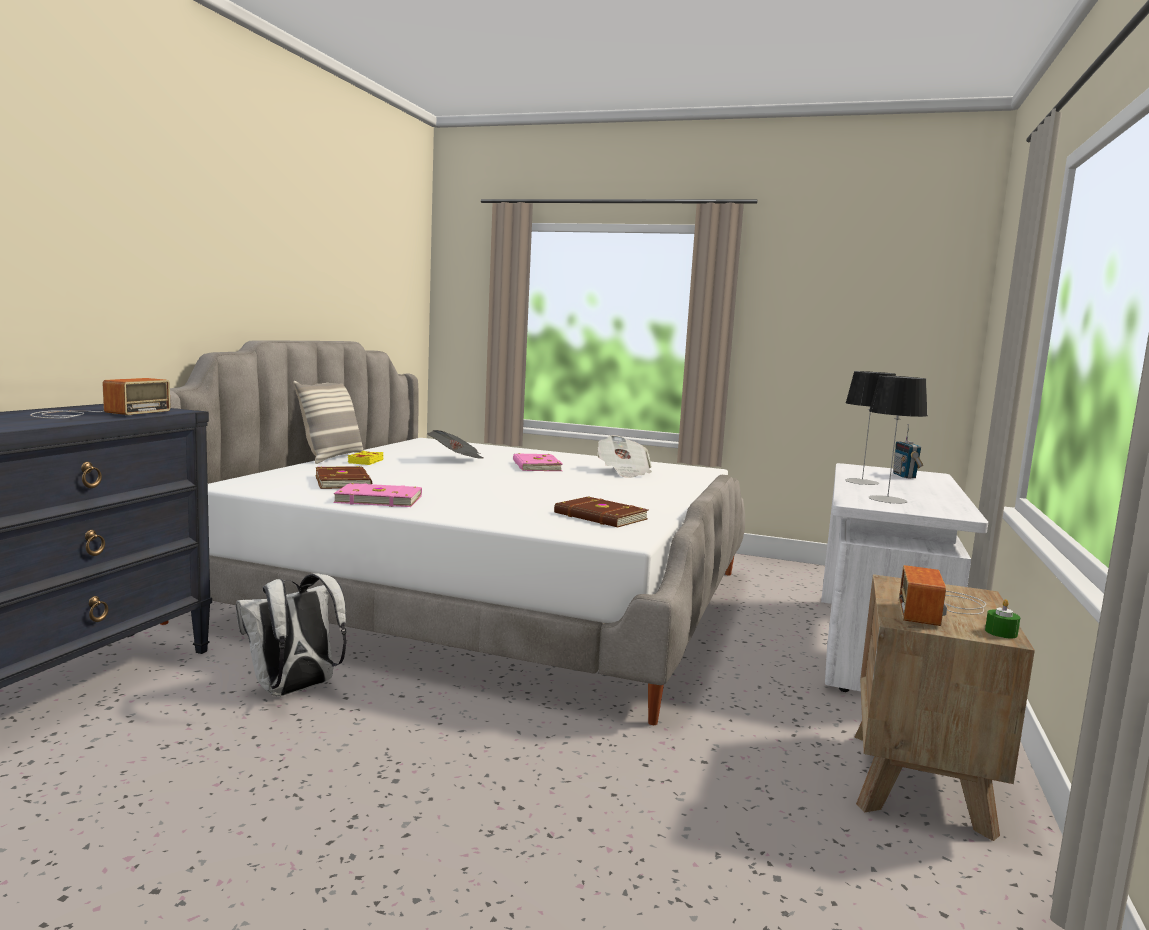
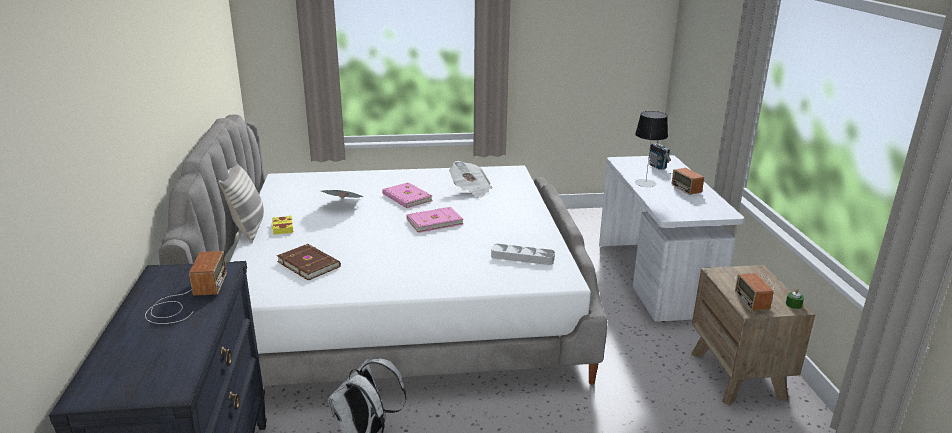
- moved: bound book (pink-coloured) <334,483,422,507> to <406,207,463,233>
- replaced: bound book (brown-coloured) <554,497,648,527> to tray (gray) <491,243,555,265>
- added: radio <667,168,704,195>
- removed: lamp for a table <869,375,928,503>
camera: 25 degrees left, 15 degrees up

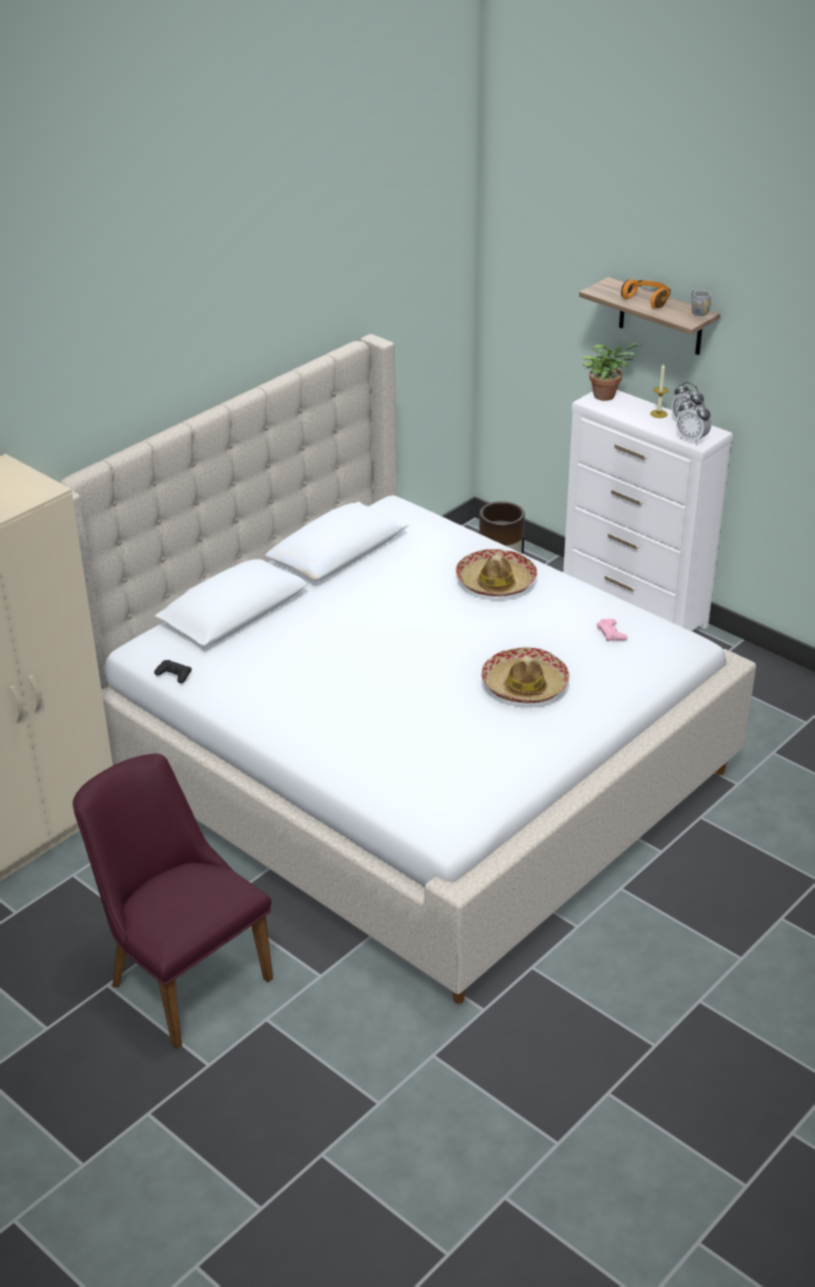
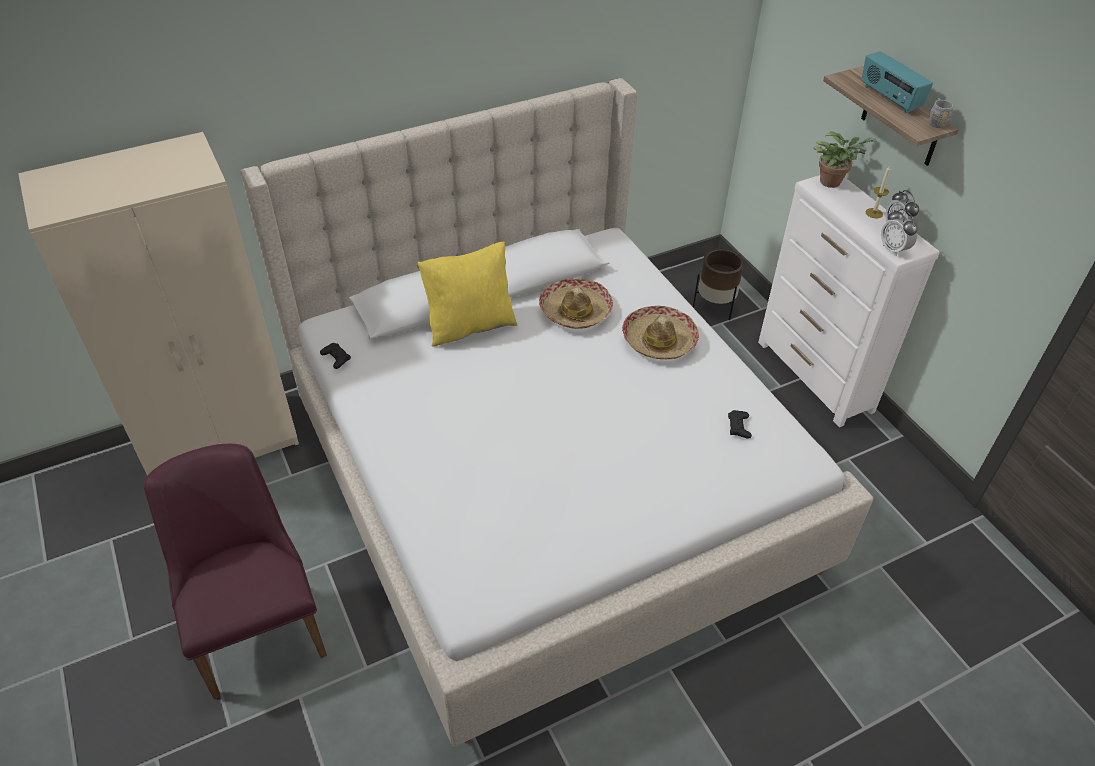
- added: pillow (yellow) <418,242,517,347>
- moved: clothing hat <481,647,569,703> to <539,278,613,329>
- recoloured: gamepad (pink-coloured) <597,619,628,642> to gamepad (black) <728,410,752,439>
- replaced: headphones (orange-coloured) <621,279,671,308> to radio <861,51,933,113>
camera: 20 degrees right, 10 degrees up

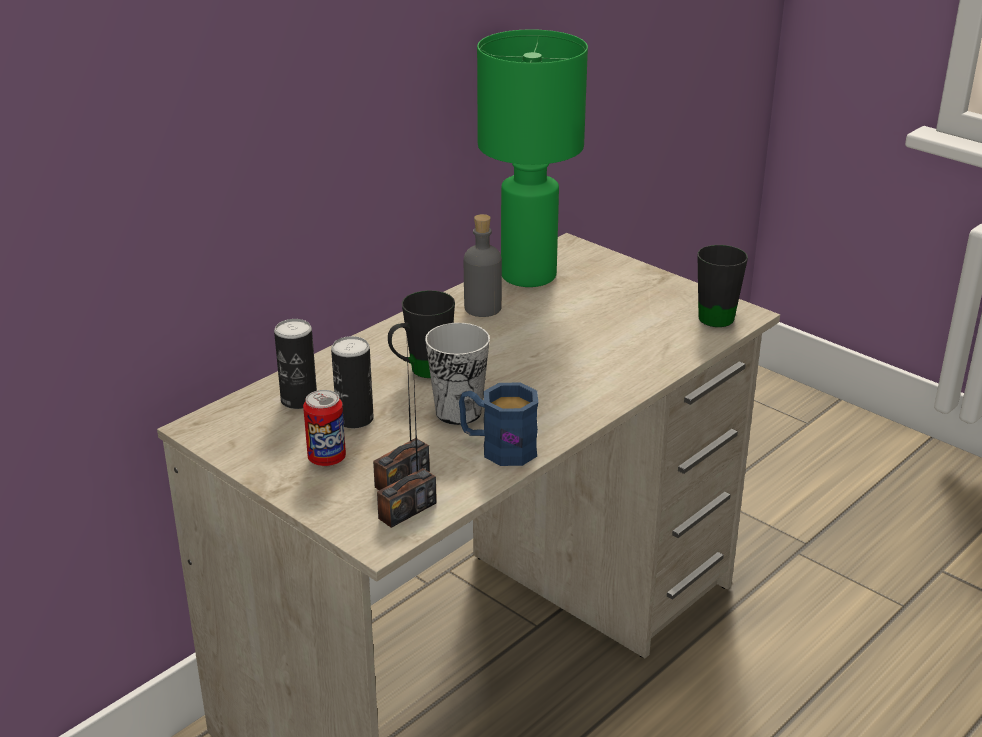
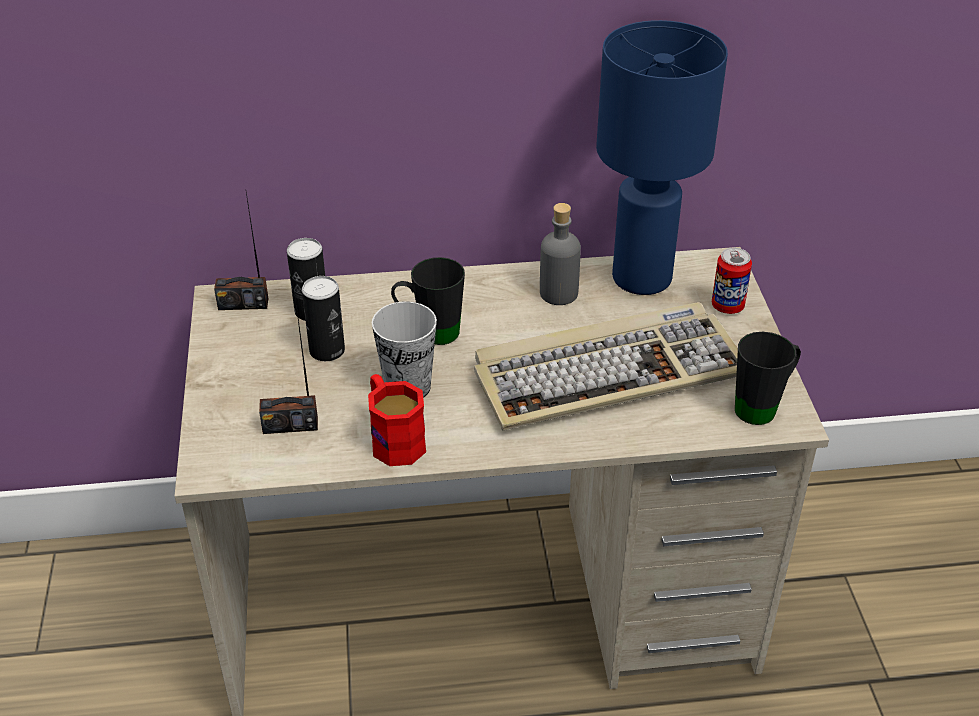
- moved: radio <377,363,437,528> to <214,192,269,310>
- recoloured: tea mug (blue-coloured) <459,383,538,466> to tea mug (red-coloured) <368,374,426,466>
- added: computer keyboard <474,302,738,431>
- recoloured: lamp for a table (greenish) <477,29,588,287> to lamp for a table (blue-coloured) <596,20,728,295>
- moved: sealed can <303,390,346,466> to <712,248,752,314>
camera: 40 degrees right, 10 degrees up

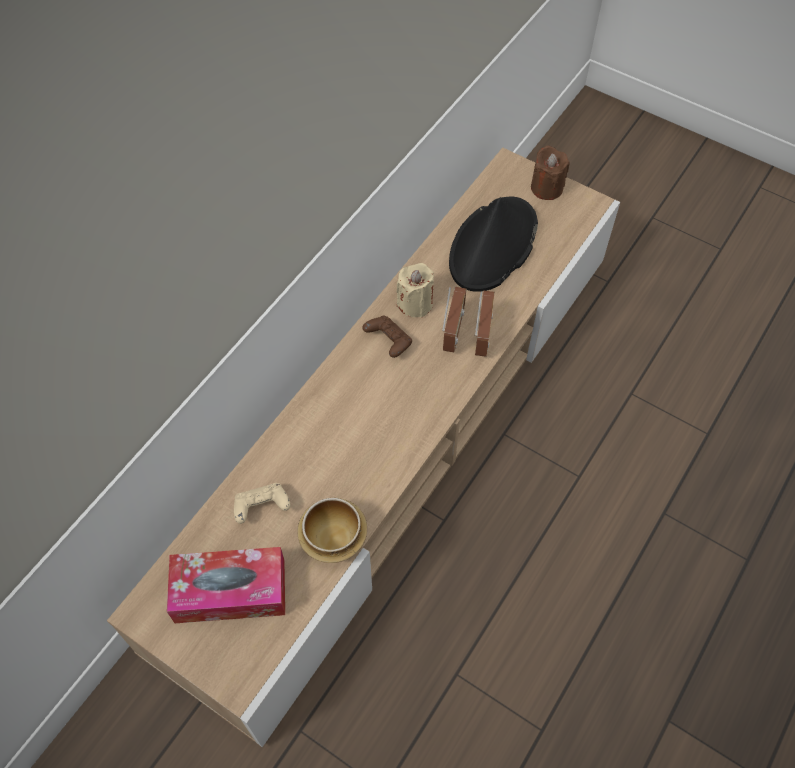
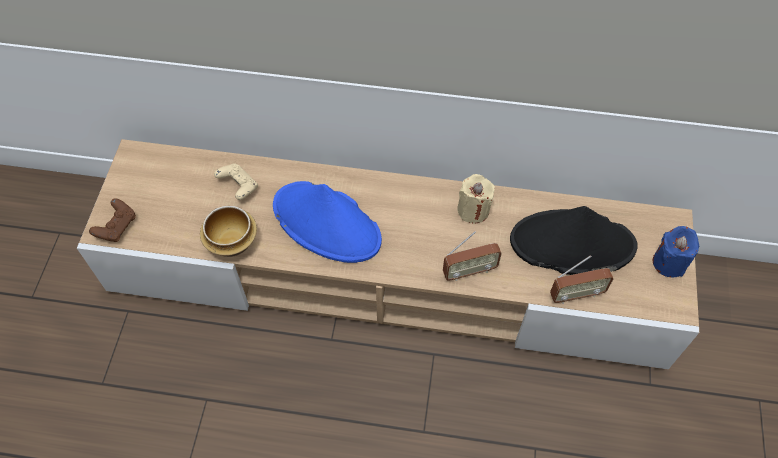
- moved: gamepad (brown-coloured) <362,316,412,358> to <89,198,136,242>
- added: clothing hat (blue-coloured) <273,181,382,263>
- moved: radio <442,287,467,352> to <550,255,613,304>
- recoloured: wax light (brown-coloured) <531,145,569,200> to wax light (blue-coloured) <653,226,699,278>
- removed: tissue holder <167,547,285,623>
camera: 65 degrees right, 0 degrees up

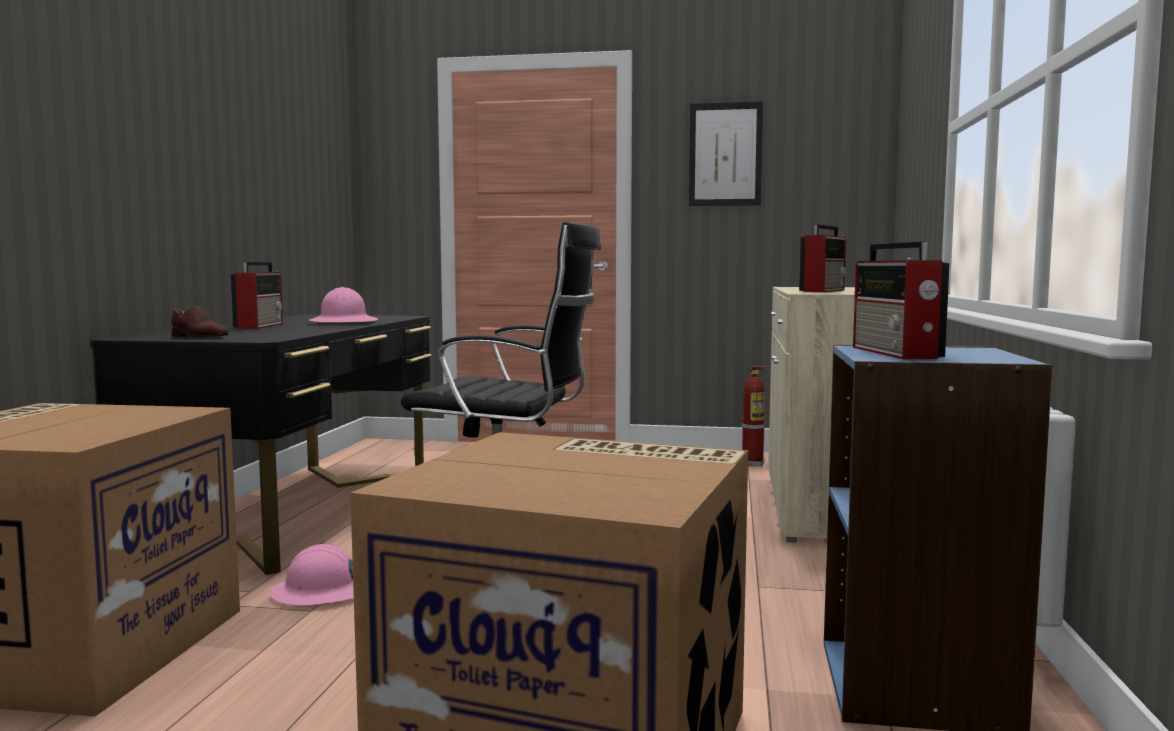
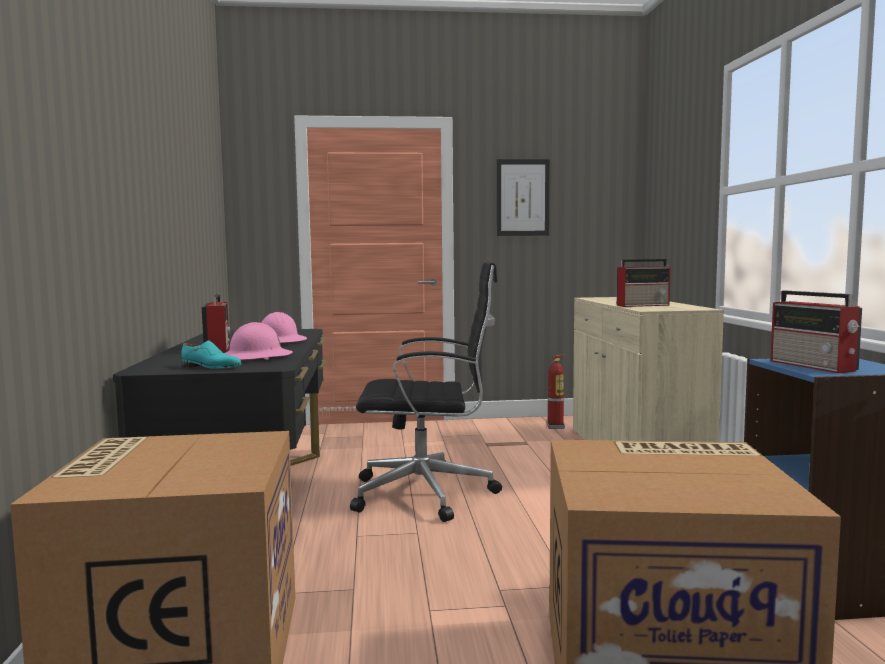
- recoloured: shoe (brown-coloured) <171,306,228,338> to shoe (turquoise-coloured) <181,341,242,369>
- moved: work helmet (pink-coloured) <270,544,354,606> to <224,322,293,360>
- turned: radio <799,224,846,292> = <617,259,671,307> 60 degrees clockwise
camera: 15 degrees left, 0 degrees up

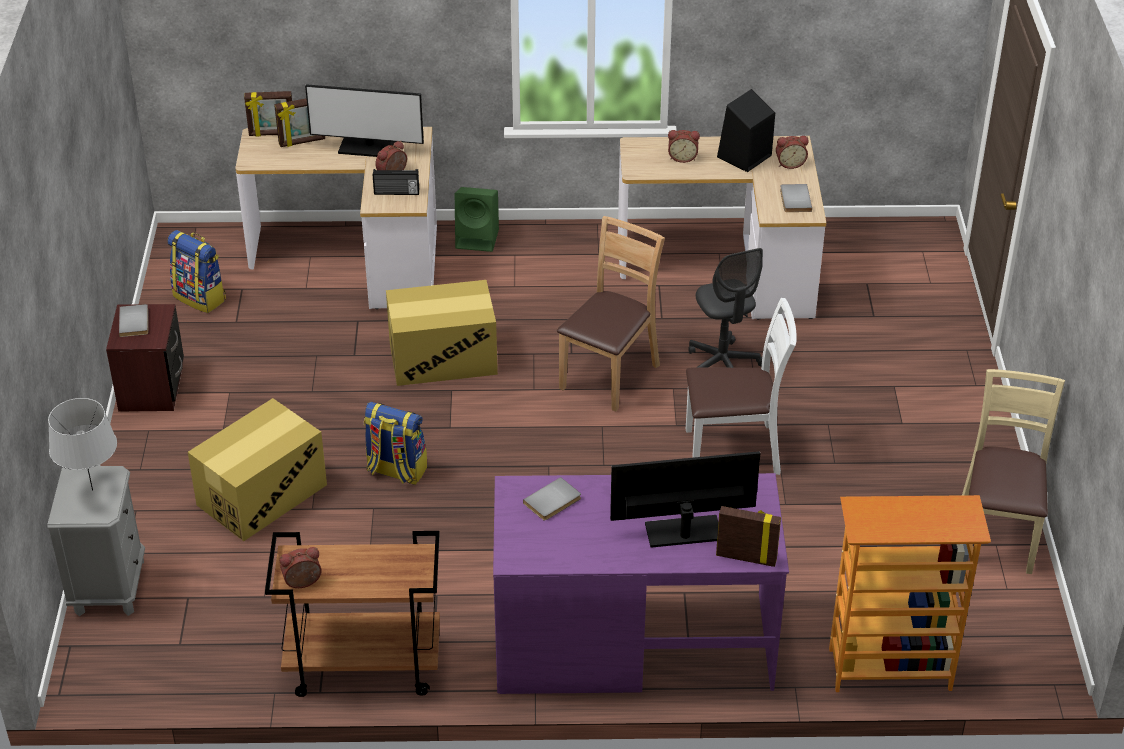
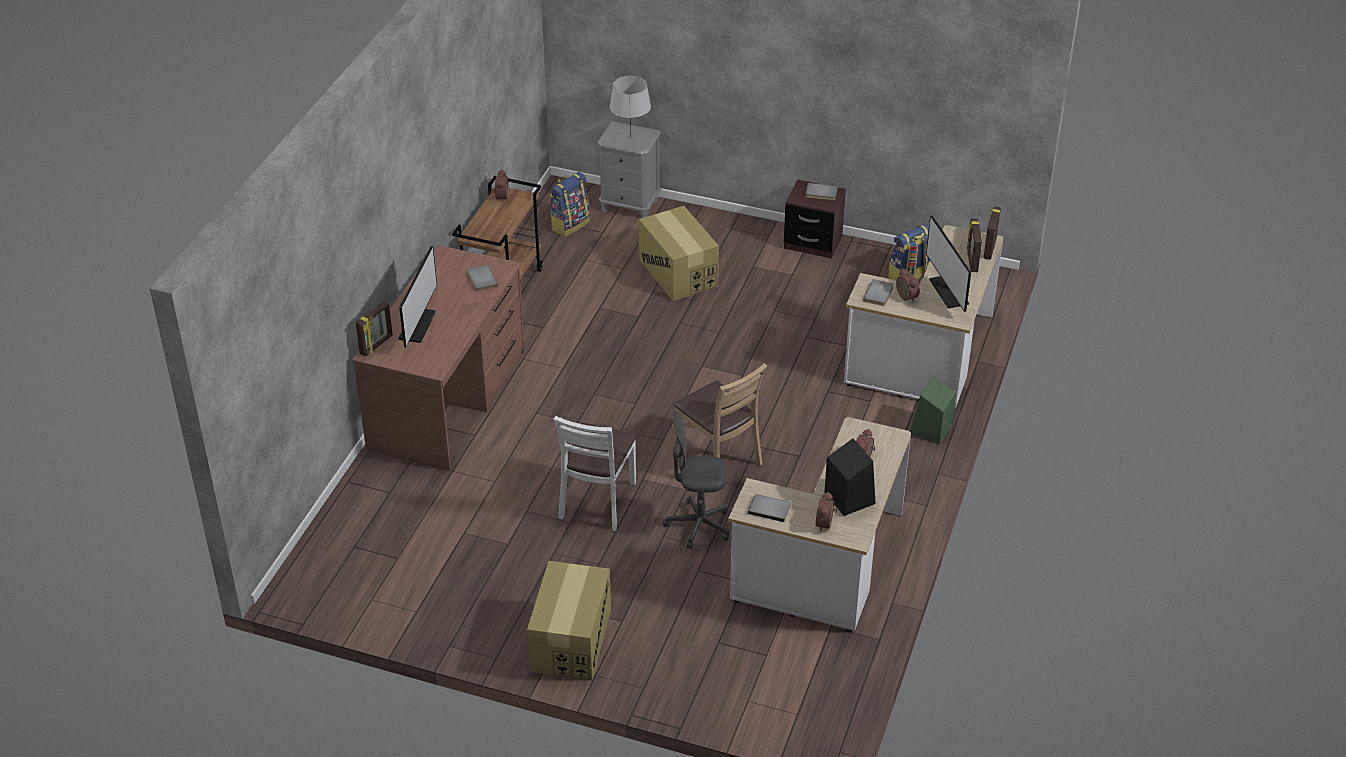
- recoloured: desk (purple) <493,473,789,694> to desk (brown-coloured) <353,245,525,471>
- moved: cardboard box <386,280,498,386> to <527,561,611,681>
- moved: knapsack <364,402,427,485> to <550,172,590,237>
- replaced: radio <373,169,419,195> to bound book (gray) <863,279,893,306>
- turned: computer display <305,84,424,157> = <926,215,971,312> 45 degrees counterclockwise
- removed: bookcase <829,495,991,692>
- removed: chair (beige-coloured) <962,369,1065,574>
camera: 110 degrees right, 0 degrees up

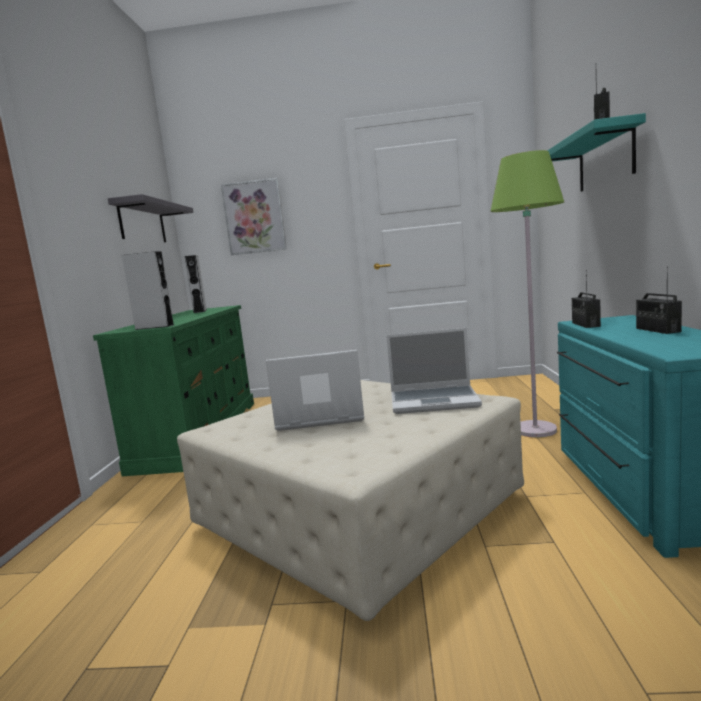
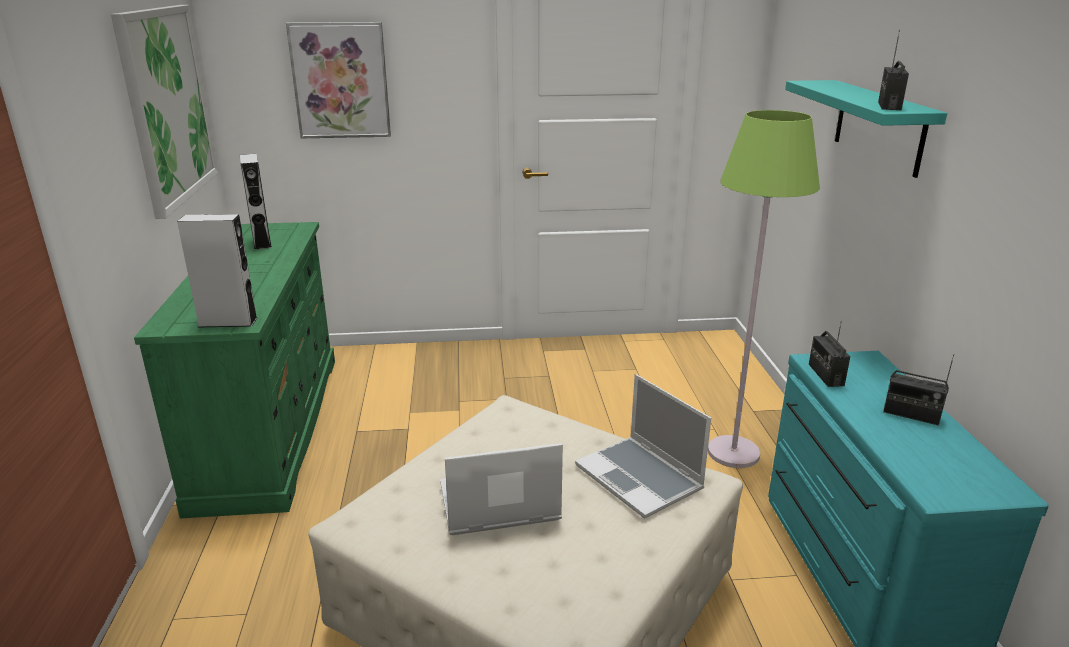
- replaced: shelf (gray) <108,194,194,242> to wall picture <111,5,219,219>
- turned: laptop <386,328,482,414> = <575,374,711,519> 60 degrees clockwise
- turned: radio <636,267,682,334> = <883,354,954,426> 45 degrees counterclockwise
camera: 10 degrees left, 15 degrees up

